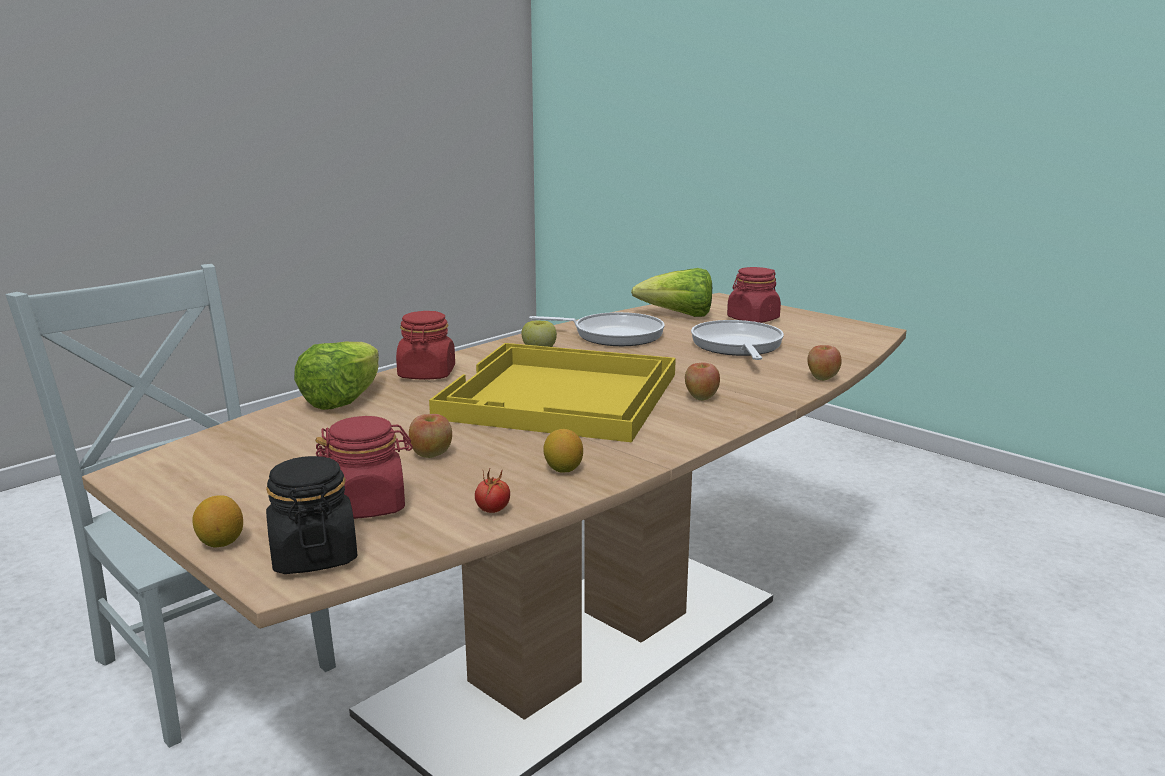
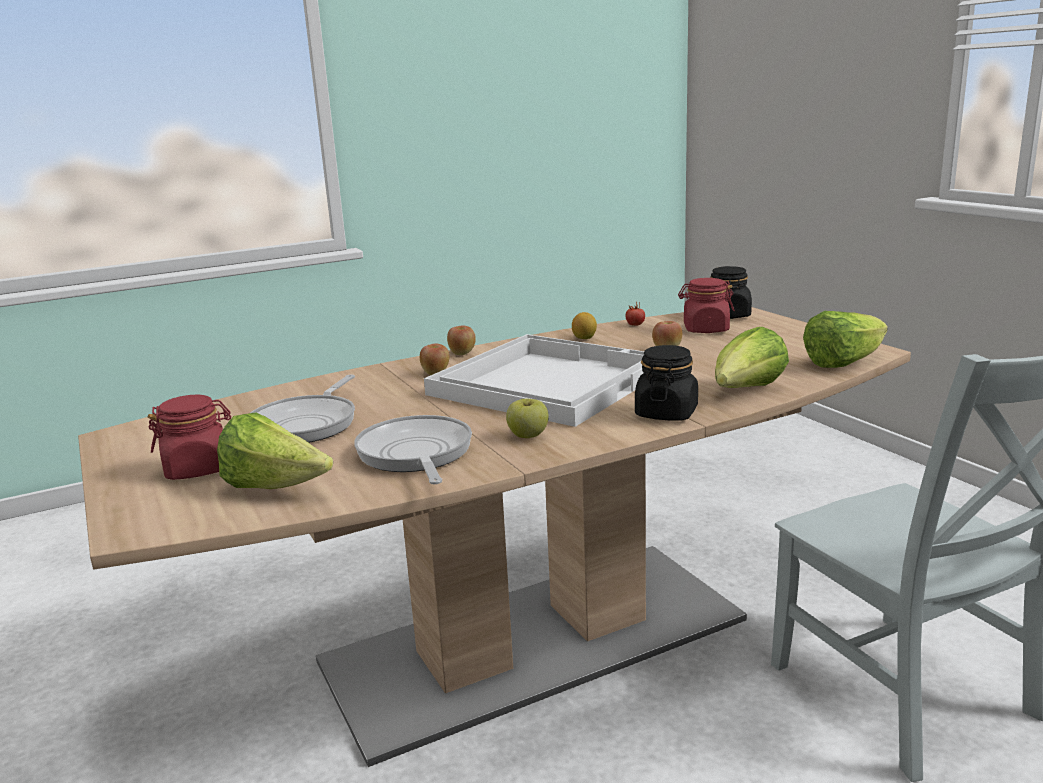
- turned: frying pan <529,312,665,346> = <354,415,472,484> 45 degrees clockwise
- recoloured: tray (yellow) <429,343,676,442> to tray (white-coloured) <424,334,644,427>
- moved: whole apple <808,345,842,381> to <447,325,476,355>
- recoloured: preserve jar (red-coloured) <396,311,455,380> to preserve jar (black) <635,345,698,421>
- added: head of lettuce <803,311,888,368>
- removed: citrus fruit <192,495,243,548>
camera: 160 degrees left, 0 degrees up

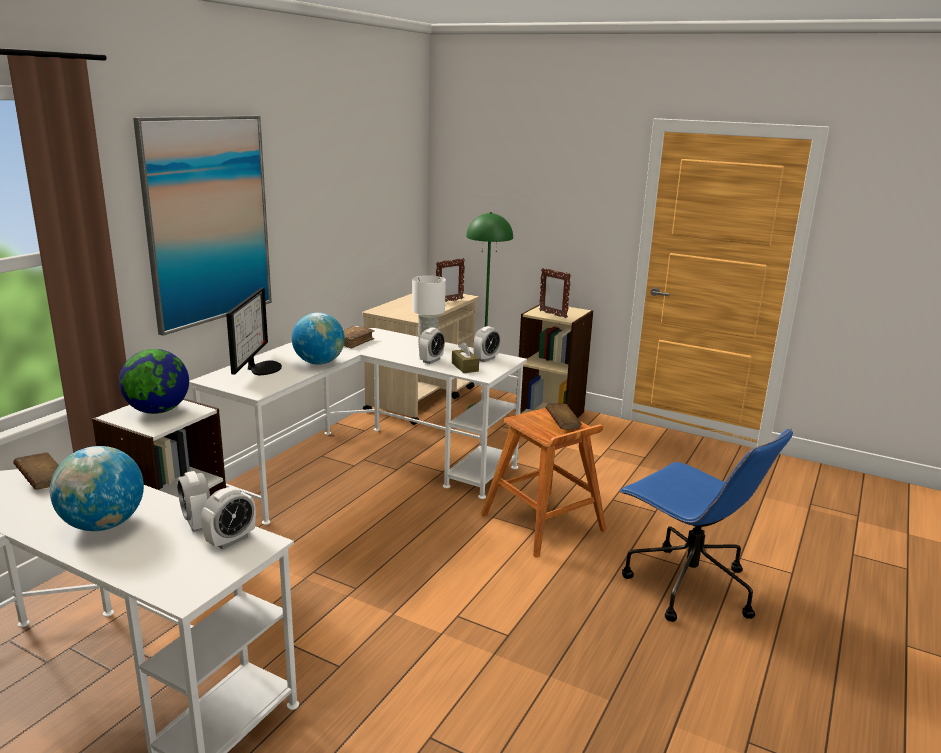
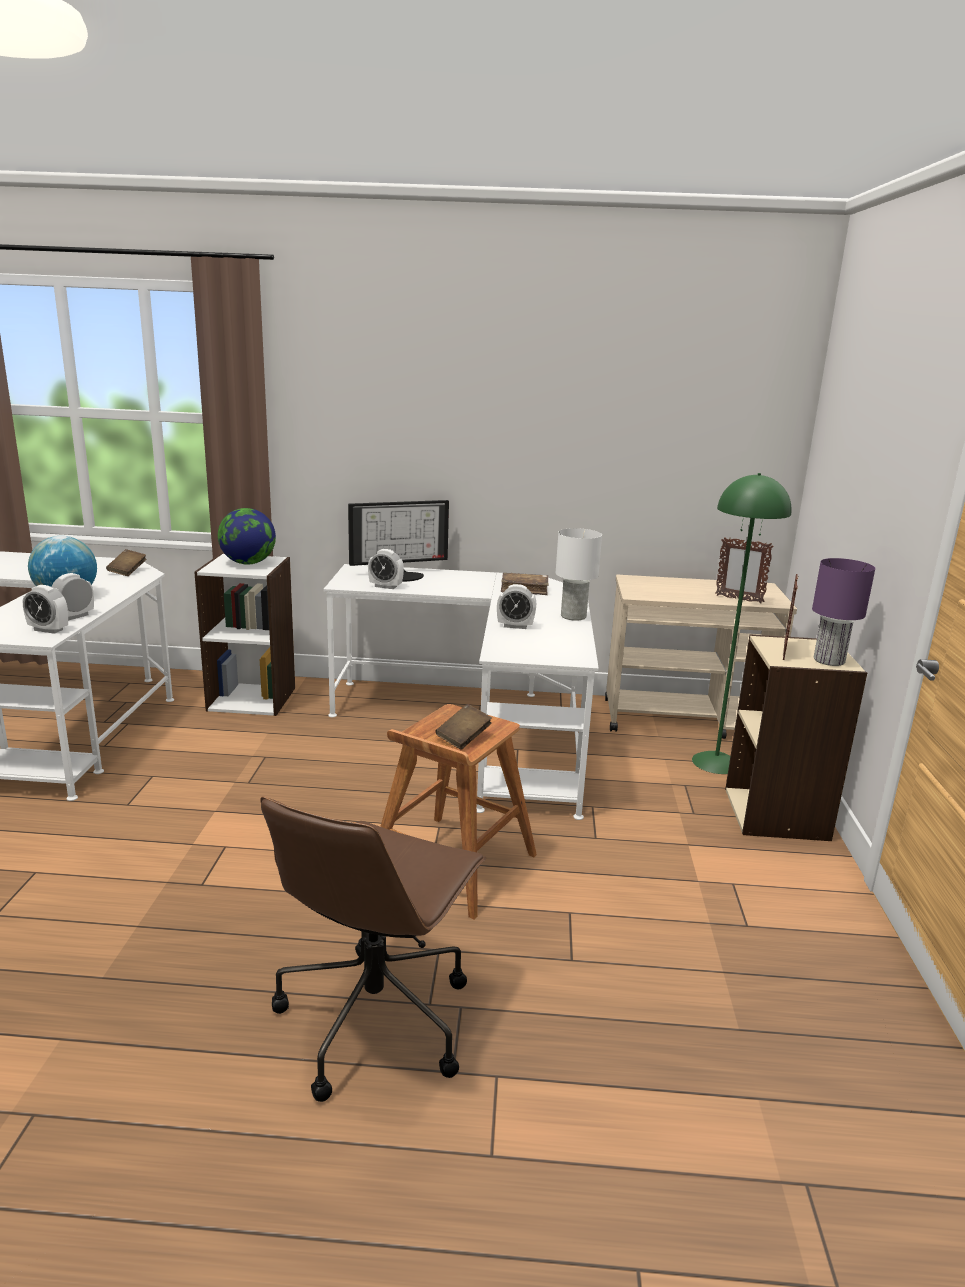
- recoloured: office chair (blue-coloured) <619,428,793,622> to office chair (brown-coloured) <260,796,486,1102>
- moved: table clock <473,326,500,362> to <368,549,404,589>
- added: lamp for a table (purple) <812,558,875,666>
- removed: wall picture <133,116,272,336>
- removed: globe <292,312,345,364>
- removed: tissue holder (brown-coloured) <452,342,479,373>
camera: 65 degrees right, 0 degrees up

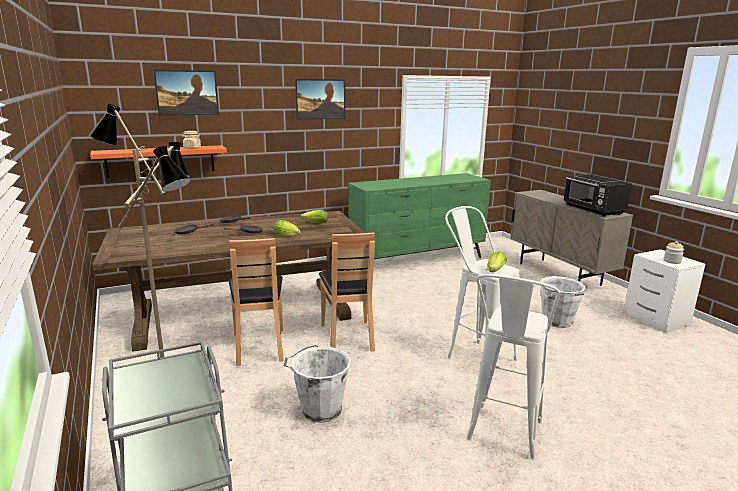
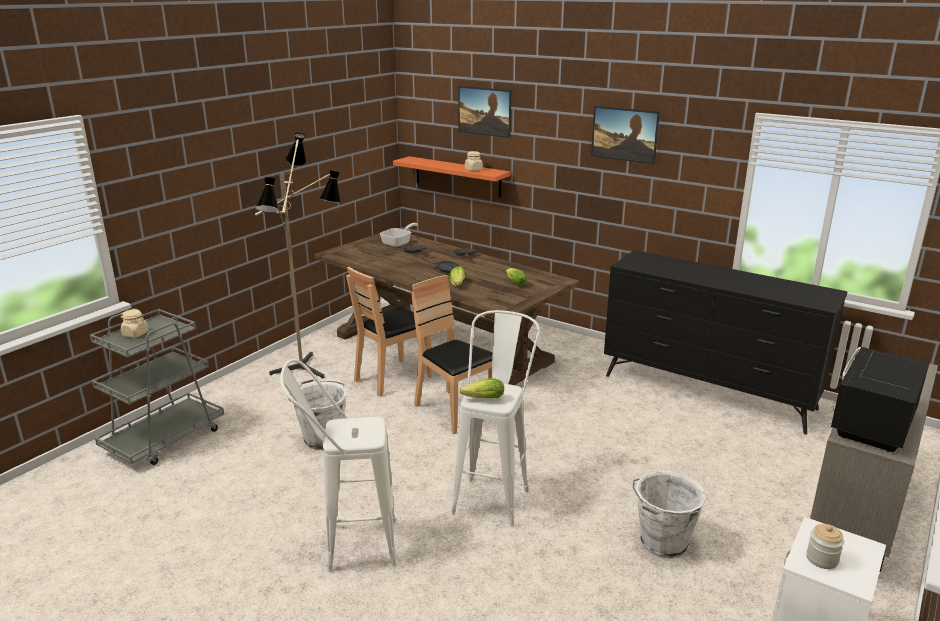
- added: preserve jar (beige-coloured) <121,309,149,338>
- added: frying pan <380,223,418,247>
- turned: chair (brown-coloured) <319,232,375,351> = <411,275,493,434> 90 degrees clockwise
- recoloured: chest of drawers (greenish) <348,173,491,259> to chest of drawers (black) <604,250,848,435>
camera: 60 degrees right, 5 degrees up

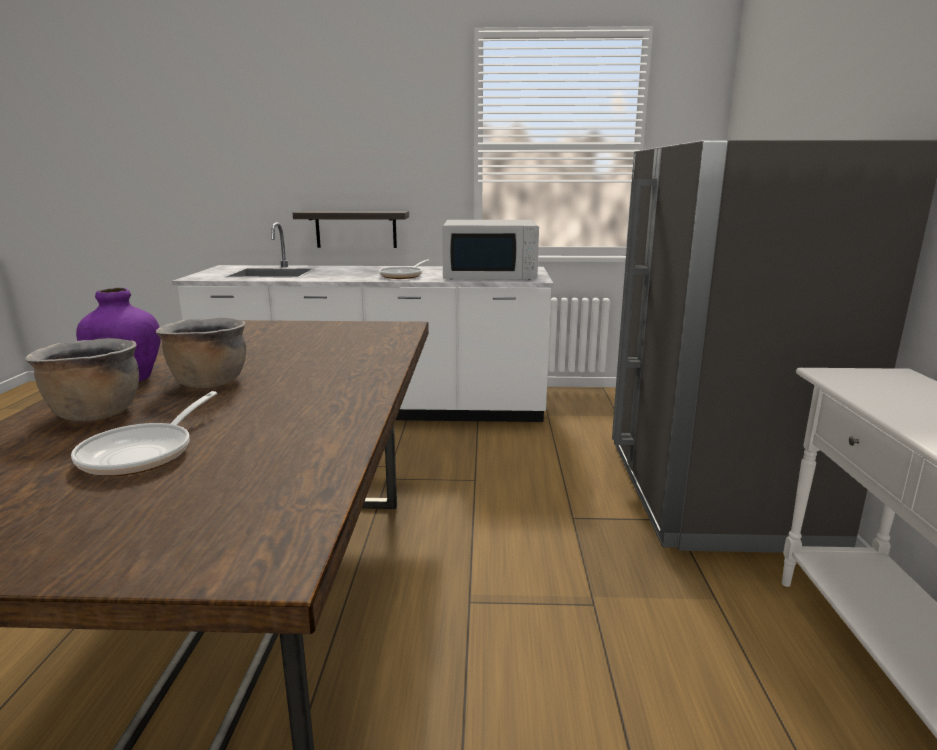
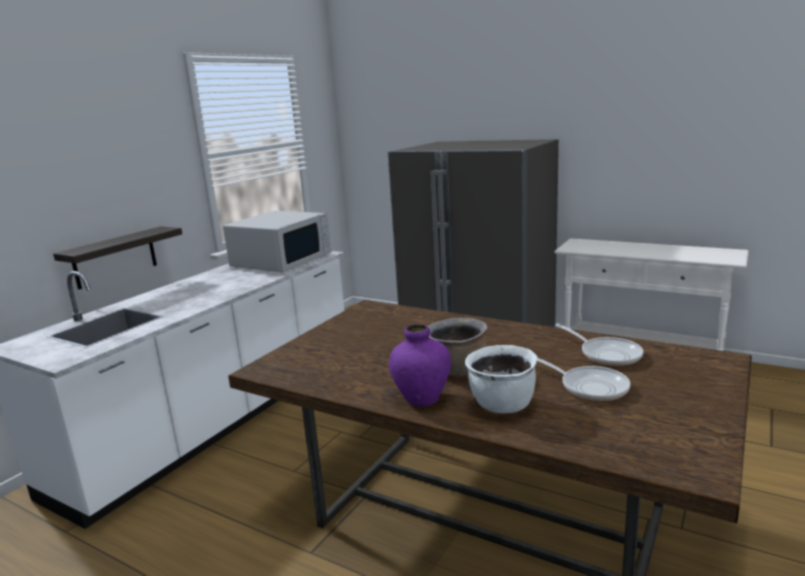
- recoloured: cooking pot (brown-coloured) <26,338,139,421> to cooking pot (white-coloured) <465,345,537,414>
- moved: frying pan <379,259,429,279> to <555,324,643,366>
camera: 60 degrees left, 0 degrees up

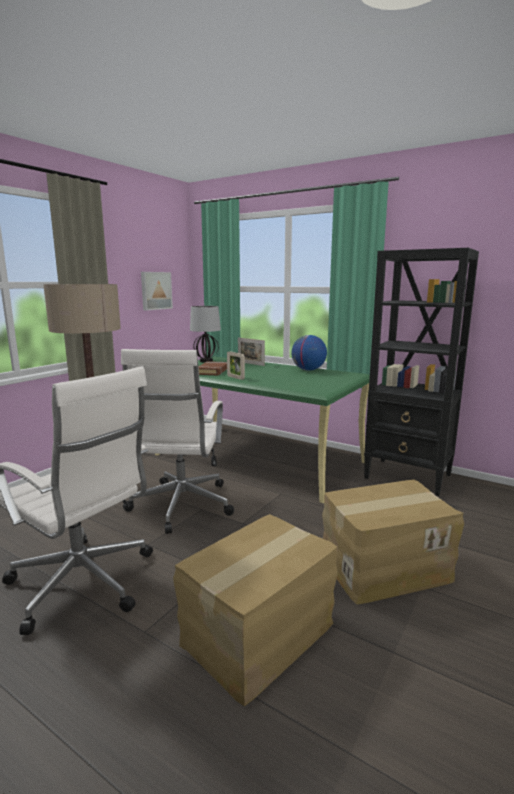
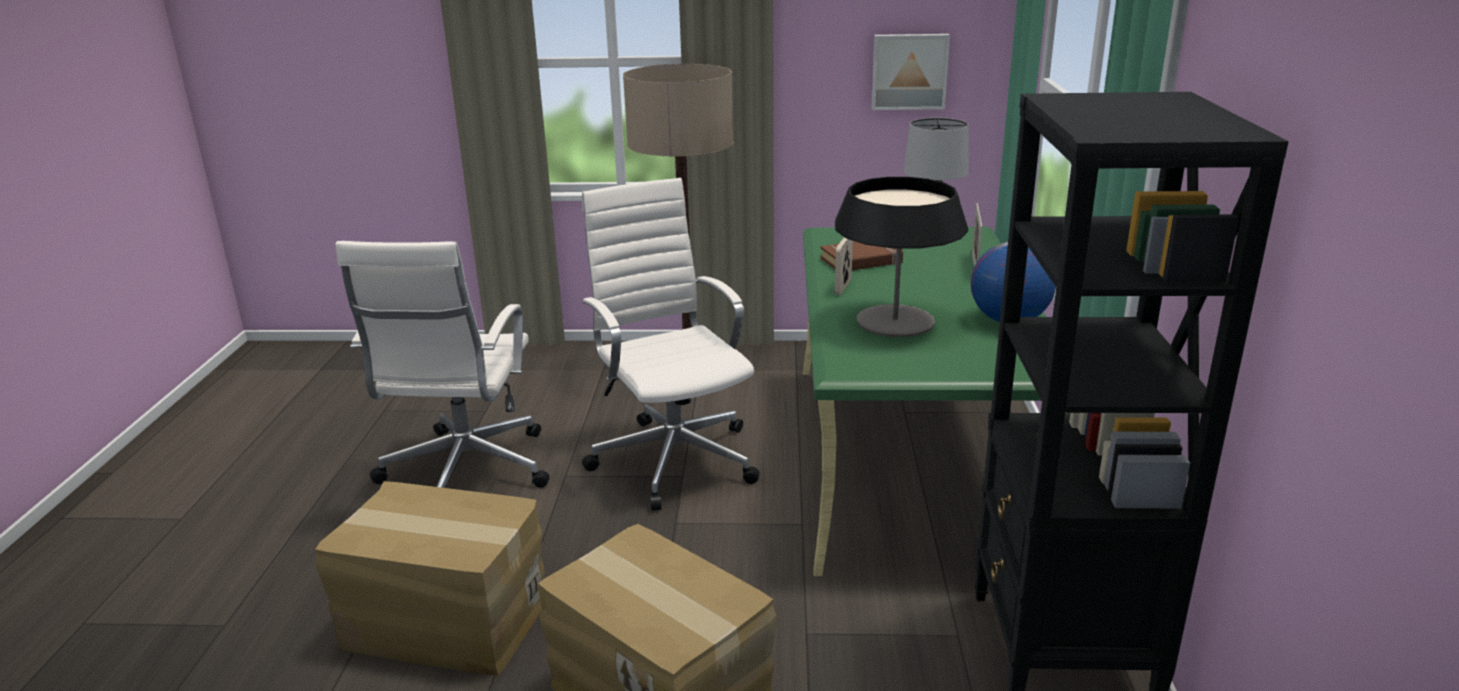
- turned: office chair (white-coloured) <121,349,234,534> = <582,178,760,511> 90 degrees clockwise
- added: lamp for a table <835,177,968,337>
camera: 60 degrees right, 10 degrees up

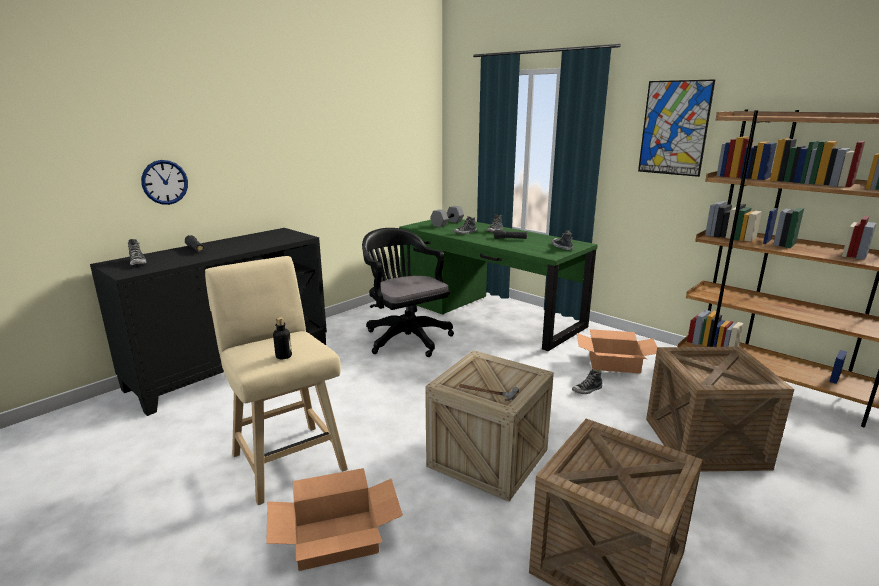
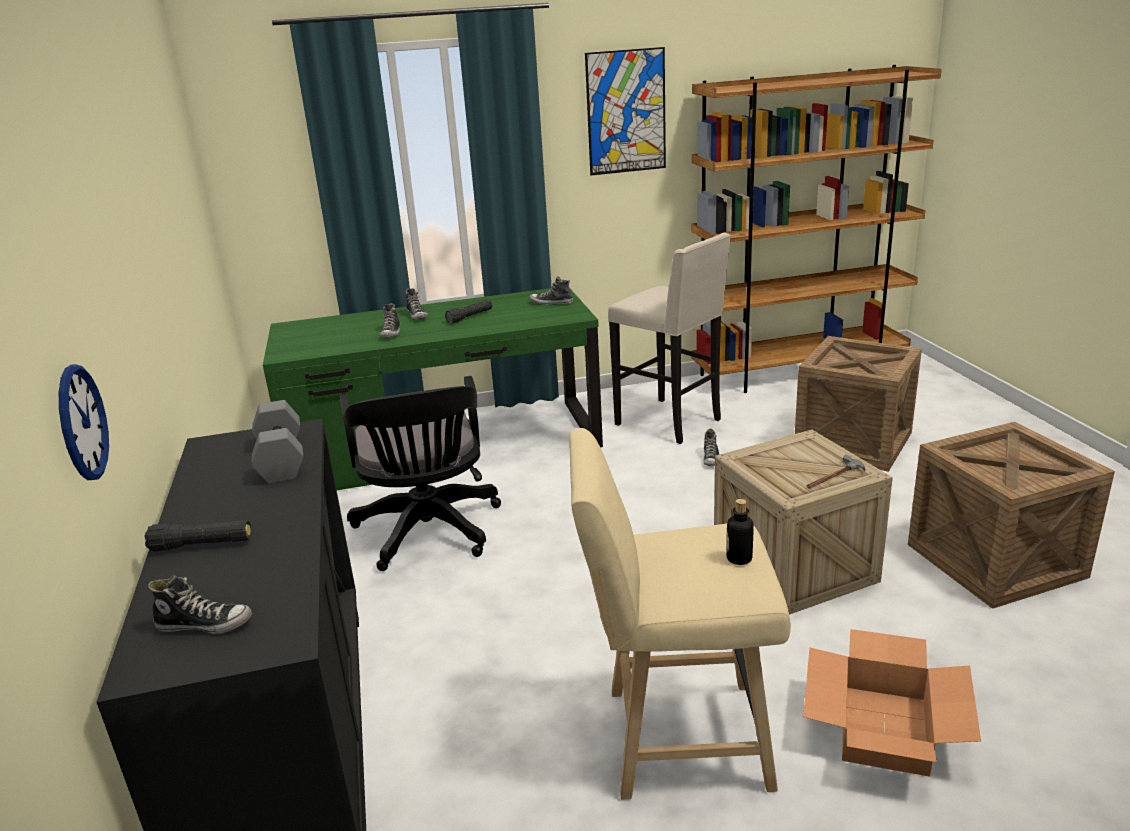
- moved: hand weight (gray) <430,206,464,227> to <252,400,303,484>
- turned: office chair (black) <362,228,454,357> = <340,376,501,571> 105 degrees counterclockwise
- replaced: cardboard box <577,329,657,374> to stool (beige-coloured) <608,233,731,444>
camera: 55 degrees left, 5 degrees up

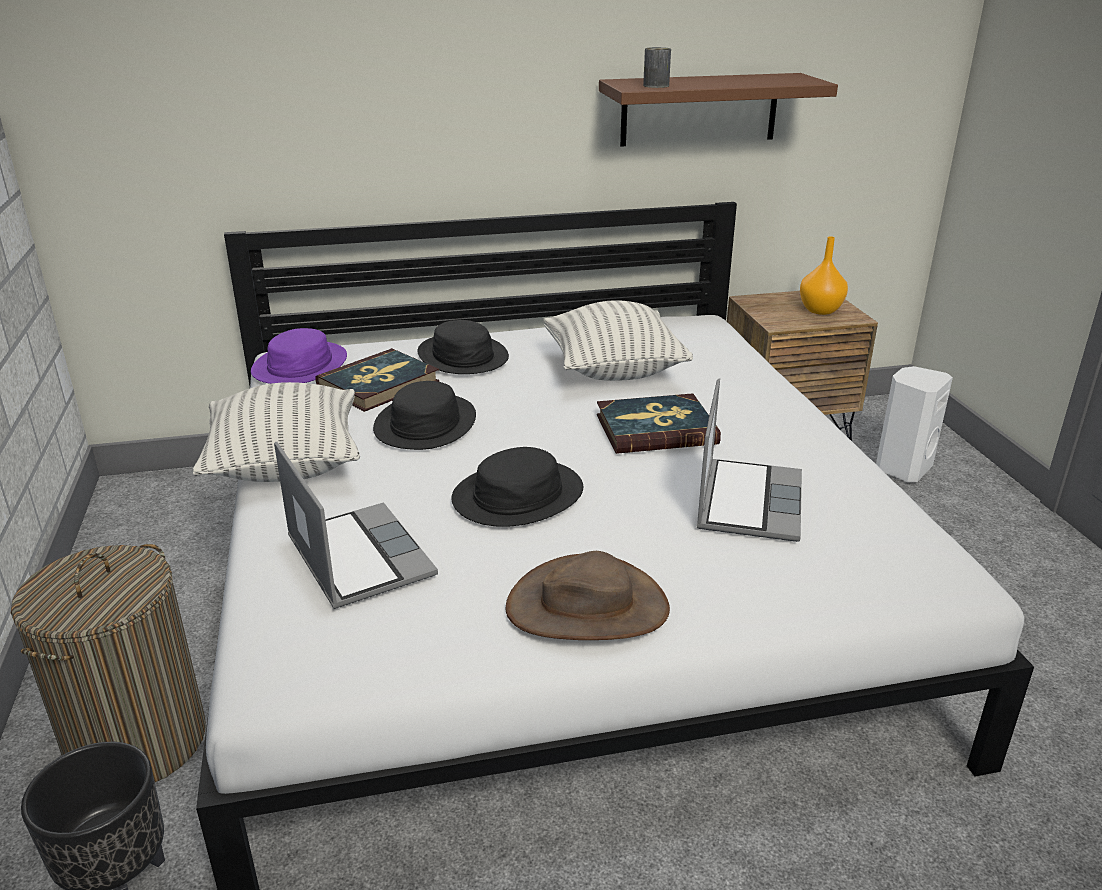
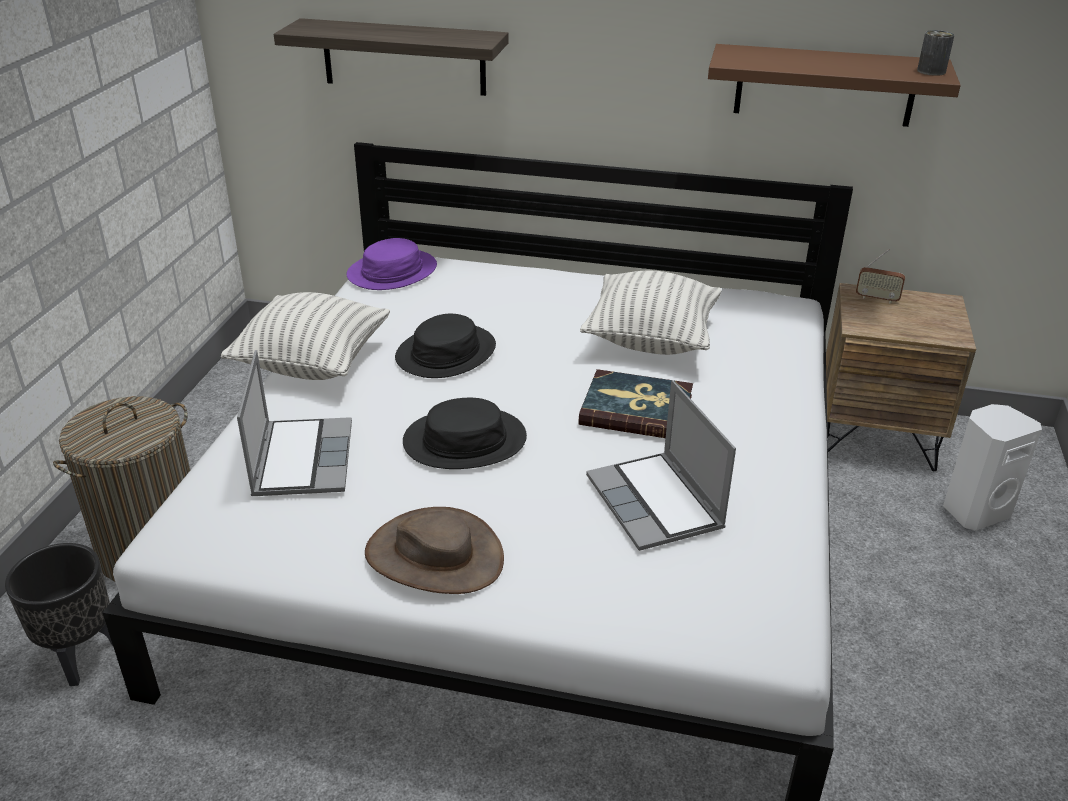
- added: shelf <274,18,508,96>
- turned: laptop <697,378,802,542> = <586,380,736,551> 120 degrees clockwise
- added: radio <856,249,905,304>
- moved: sealed can <643,47,671,88> to <917,30,954,76>
- removed: bound book <316,348,439,412>
- removed: clothing hat (black) <418,320,509,374>
- removed: flower vase (orange-coloured) <800,236,848,315>
camera: 25 degrees right, 5 degrees up

